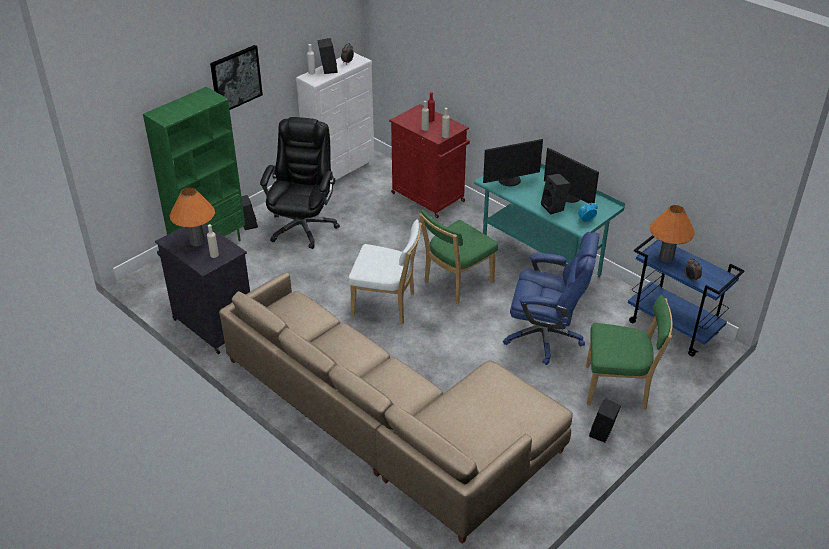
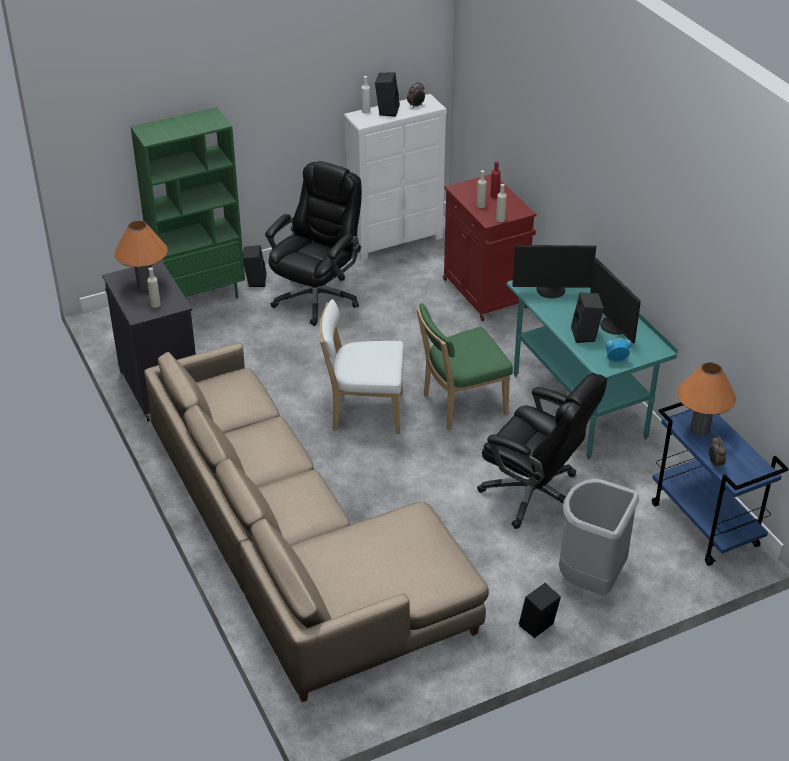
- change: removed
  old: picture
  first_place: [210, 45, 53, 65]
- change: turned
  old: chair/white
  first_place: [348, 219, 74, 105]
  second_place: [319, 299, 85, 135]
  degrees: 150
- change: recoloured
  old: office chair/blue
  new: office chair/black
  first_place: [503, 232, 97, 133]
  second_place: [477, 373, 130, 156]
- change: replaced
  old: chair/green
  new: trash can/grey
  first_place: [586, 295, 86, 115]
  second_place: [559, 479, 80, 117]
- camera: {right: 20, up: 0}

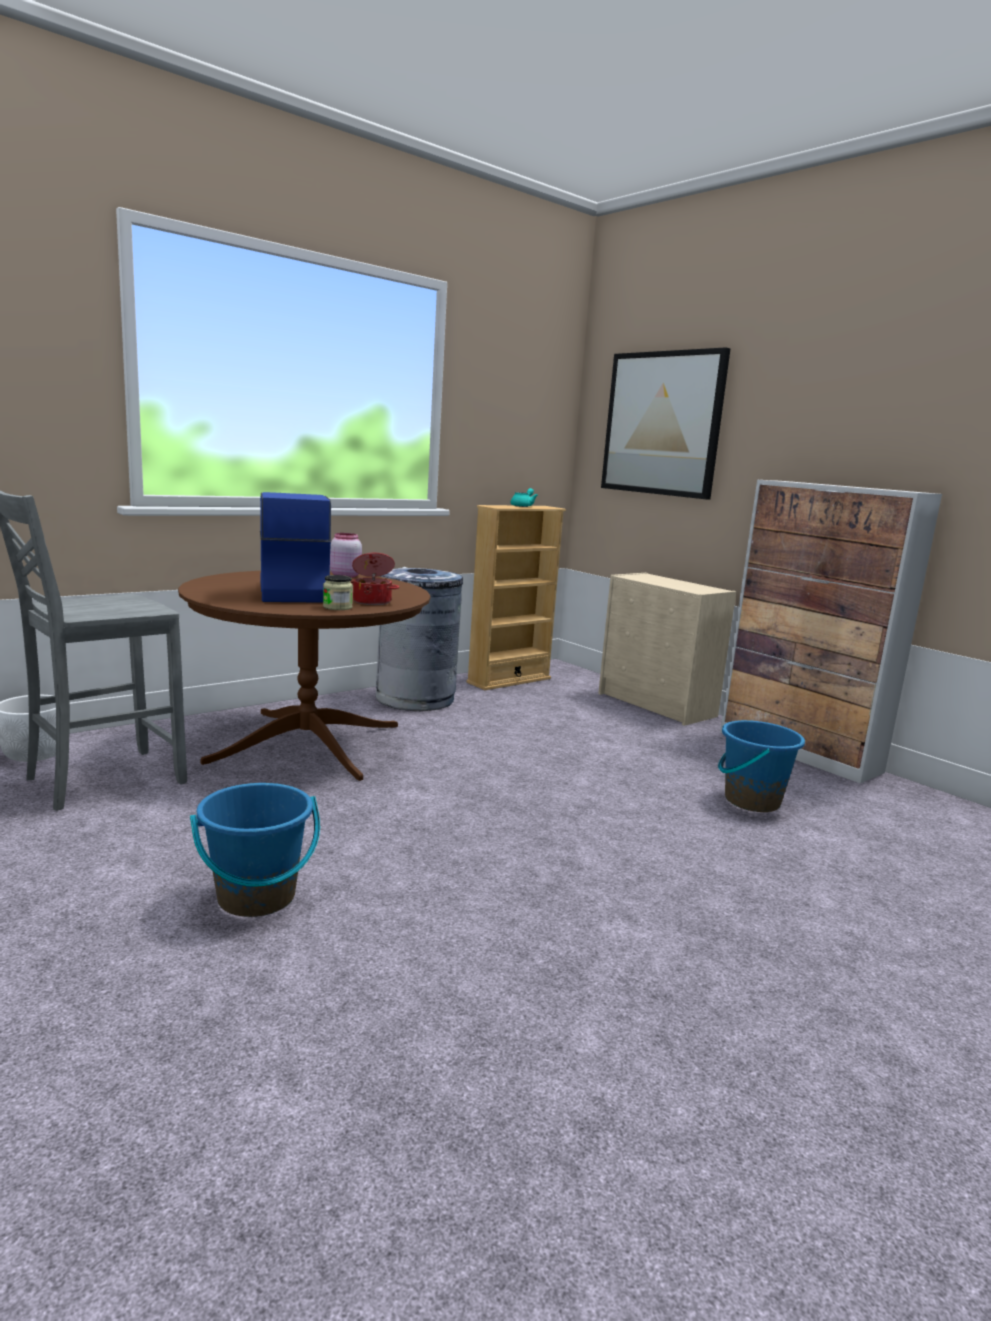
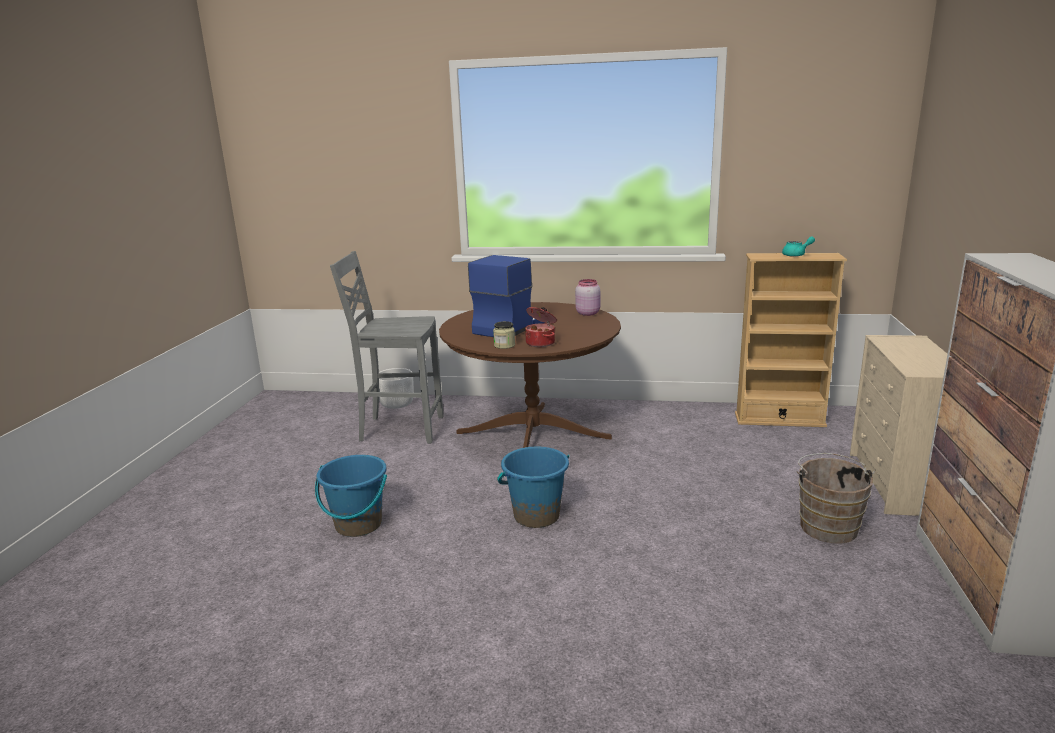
- change: removed
  old: picture
  first_place: [601, 347, 129, 152]
- change: removed
  old: trash can/grey
  first_place: [376, 567, 87, 144]
- change: moved
  old: bucket/blue
  first_place: [718, 720, 87, 92]
  second_place: [497, 447, 72, 81]
- change: added
  new: bucket/brown
  second_place: [796, 453, 79, 90]
- camera: {right: 50, up: 5}

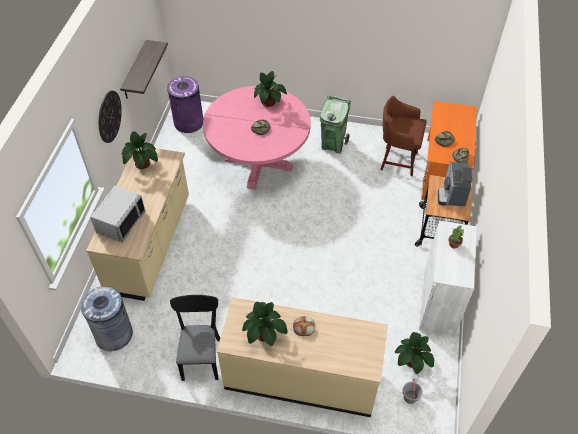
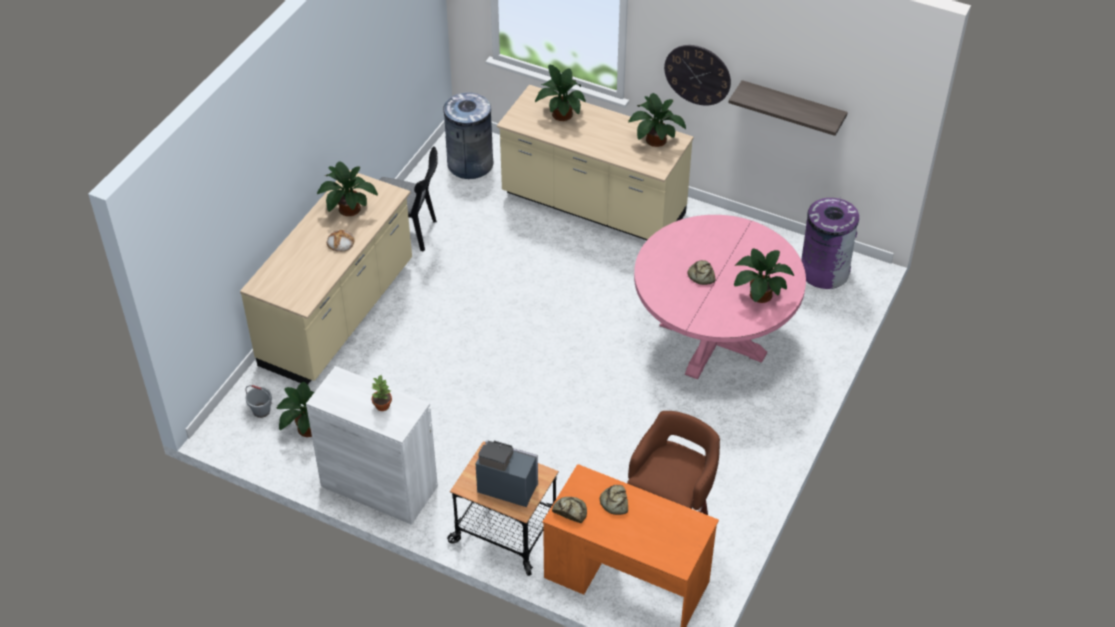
- change: removed
  old: trash can/green
  first_place: [320, 95, 31, 59]
- change: replaced
  old: microwave/grey
  new: potted plant
  first_place: [90, 186, 55, 57]
  second_place: [535, 65, 51, 56]
- camera: {right: 105, up: -5}

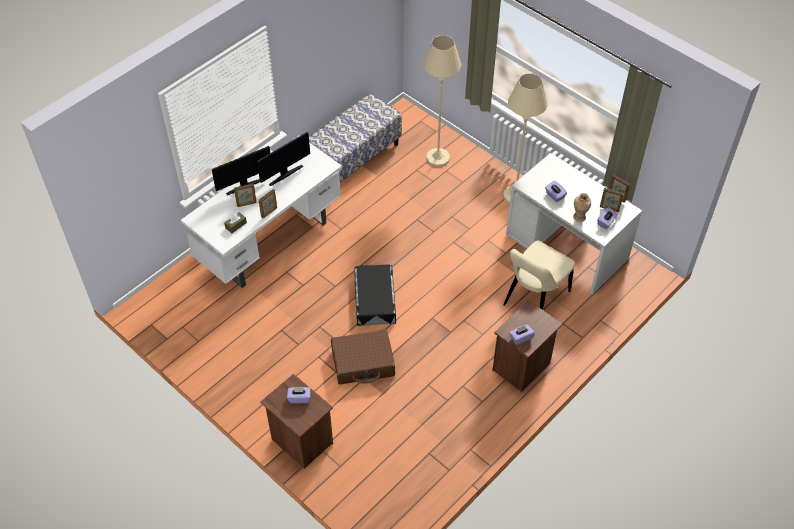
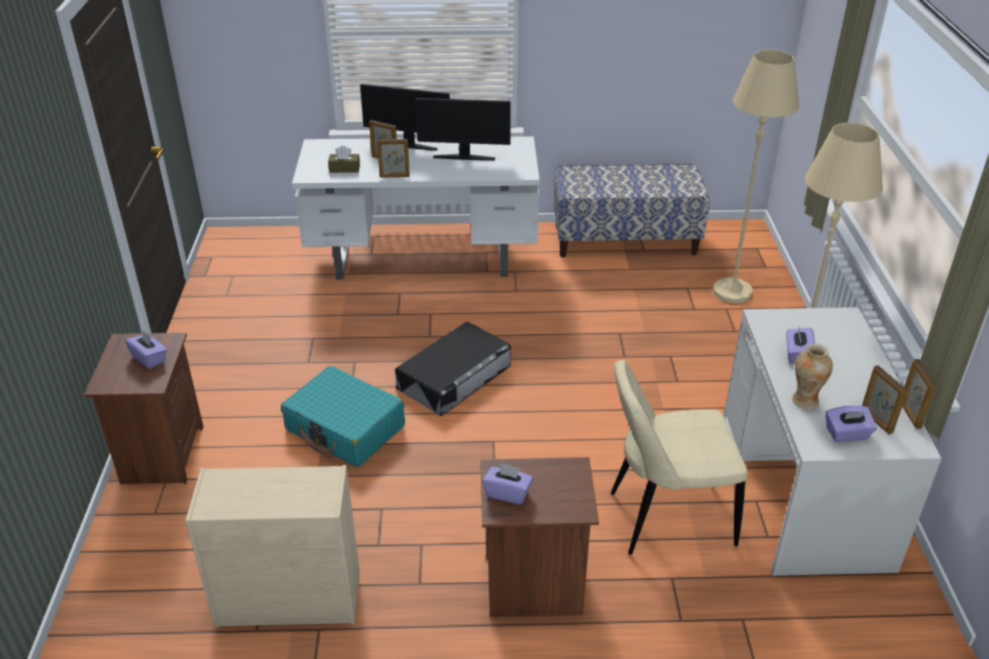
- change: recoloured
  old: suitcase/brown
  new: suitcase/turquoise
  first_place: [331, 330, 64, 54]
  second_place: [281, 366, 124, 101]
- change: added
  new: dresser/beige
  second_place: [185, 465, 175, 163]
- camera: {right: 45, up: -15}

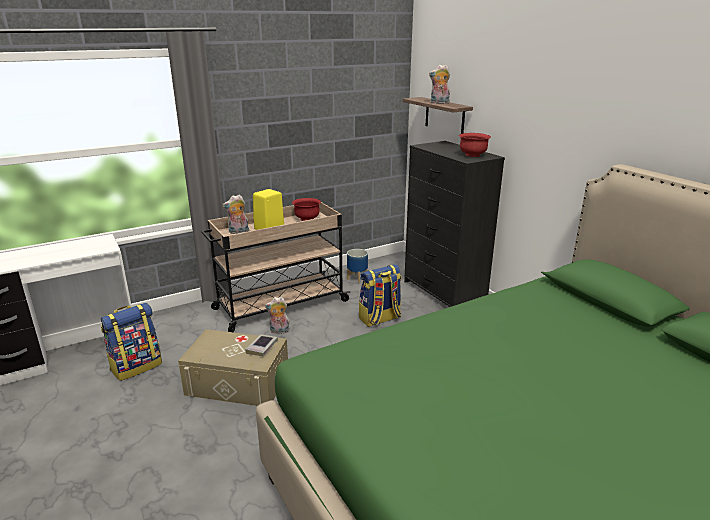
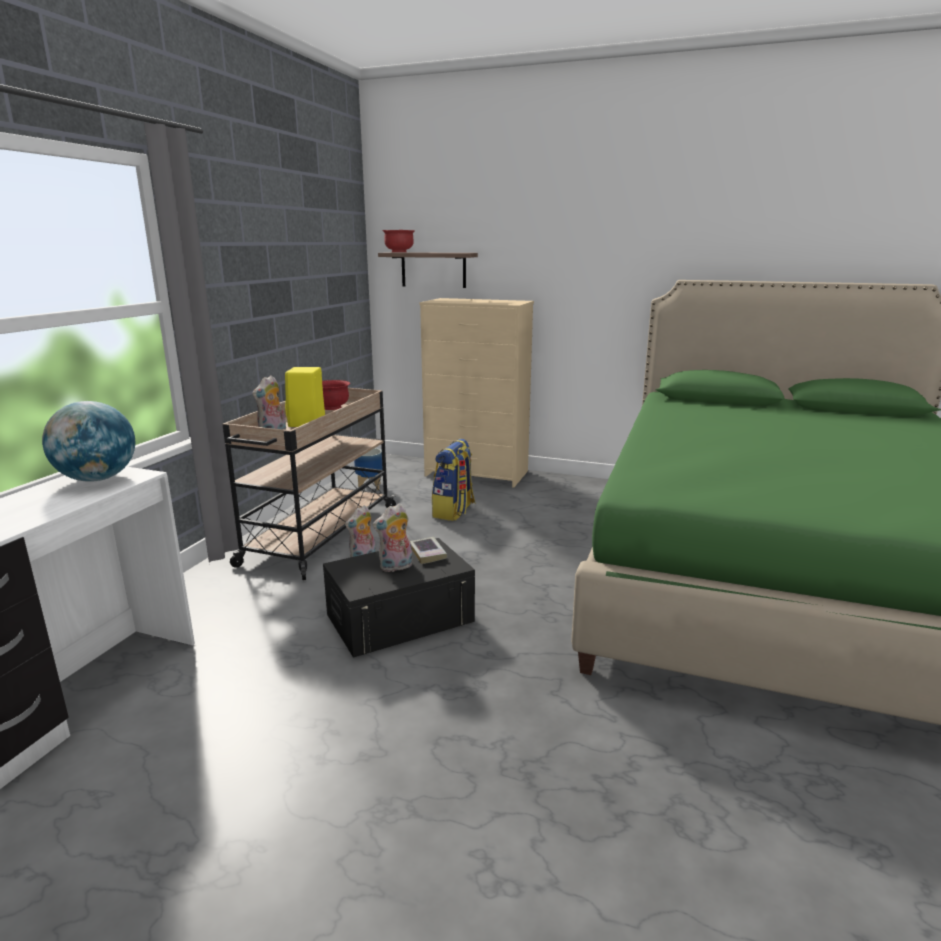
- change: moved
  old: plush toy
  first_place: [429, 64, 21, 40]
  second_place: [373, 504, 39, 68]
- change: moved
  old: bowl/red
  first_place: [459, 133, 32, 24]
  second_place: [382, 230, 33, 22]
- change: recoloured
  old: dresser/black
  new: dresser/beige
  first_place: [404, 141, 101, 166]
  second_place: [419, 298, 115, 190]
- change: removed
  old: backpack
  first_place: [101, 303, 61, 78]
- change: recoloured
  old: storage box/beige
  new: storage box/black
  first_place: [178, 329, 110, 77]
  second_place: [323, 538, 152, 120]
- change: added
  new: globe
  second_place: [42, 401, 93, 81]
- camera: {right: -40, up: -5}

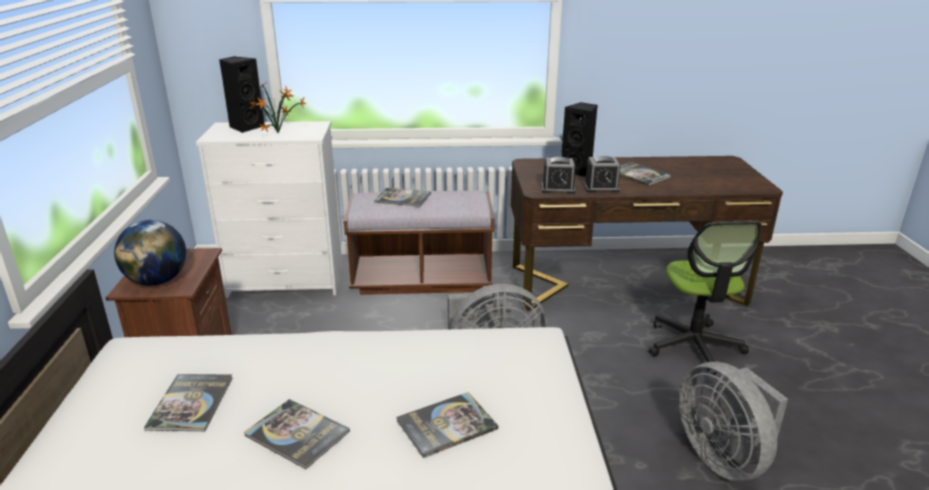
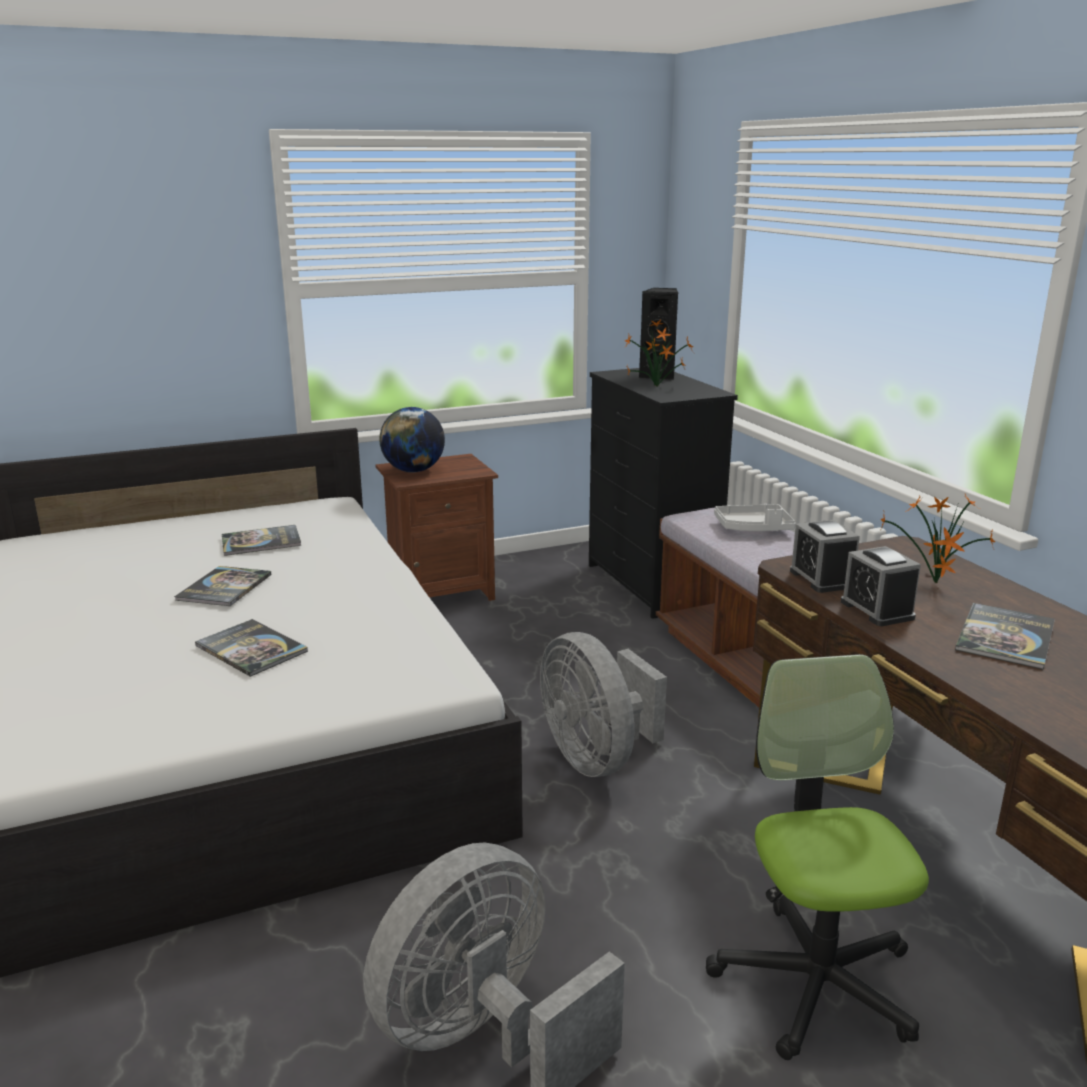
- change: replaced
  old: speaker/black
  new: potted plant
  first_place: [561, 102, 37, 75]
  second_place: [880, 494, 115, 89]
- change: recoloured
  old: dresser/white
  new: dresser/black
  first_place: [196, 121, 147, 177]
  second_place: [589, 368, 149, 251]
- change: replaced
  old: book
  new: tray/grey
  first_place: [374, 188, 57, 19]
  second_place: [714, 504, 82, 27]
- change: turned
  old: office chair
  first_place: [649, 222, 113, 153]
  second_place: [706, 654, 223, 406]
  degrees: 105
- camera: {right: 70, up: -5}

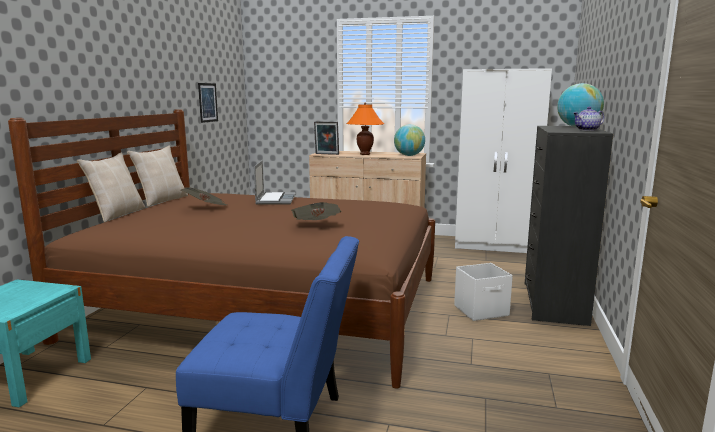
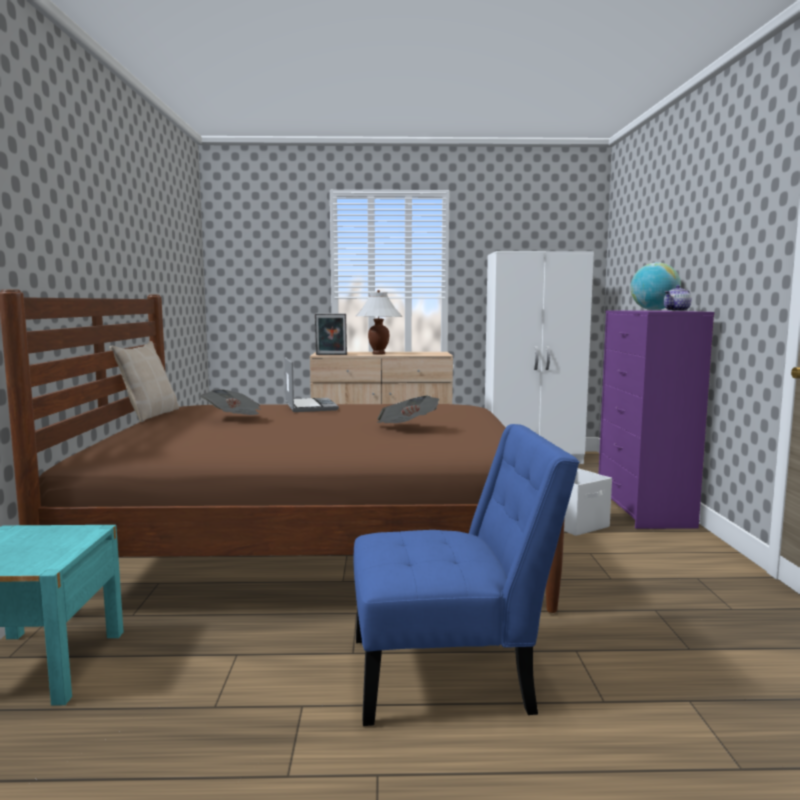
- change: removed
  old: picture
  first_place: [198, 83, 20, 40]
- change: recoloured
  old: table lamp/orange
  new: table lamp/white
  first_place: [347, 103, 37, 52]
  second_place: [356, 290, 46, 65]
- change: removed
  old: globe
  first_place: [394, 124, 31, 32]
- change: recoloured
  old: dresser/black
  new: dresser/purple
  first_place: [525, 126, 88, 200]
  second_place: [599, 310, 115, 219]
- change: removed
  old: pillow/beige
  first_place: [77, 152, 68, 70]
- camera: {right: -15, up: -5}

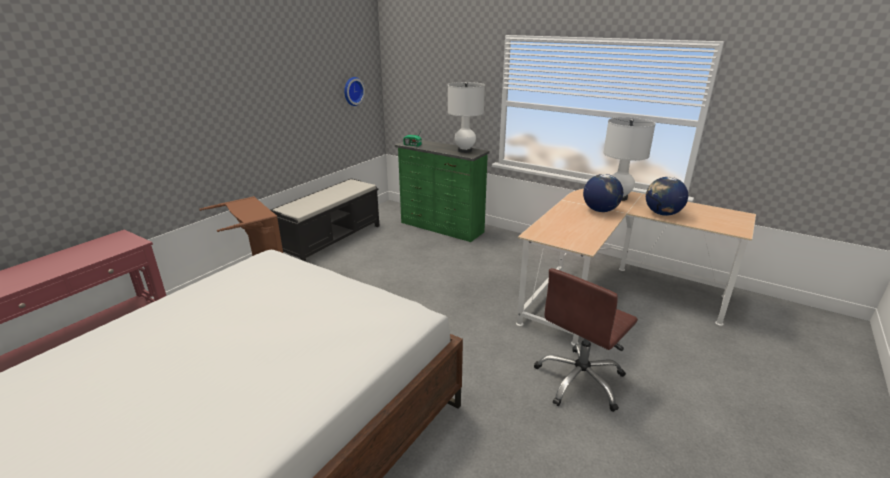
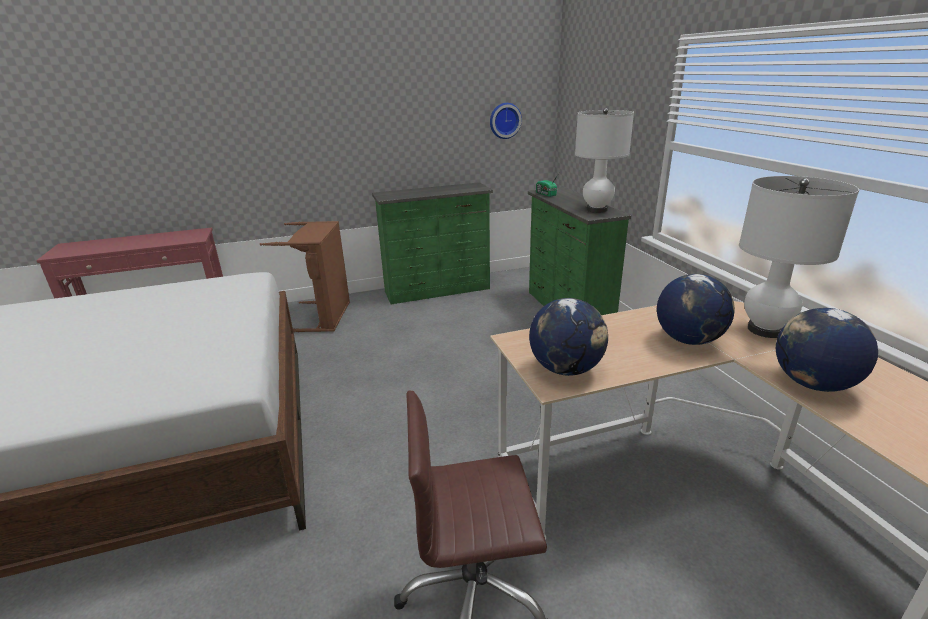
- change: replaced
  old: bench/black
  new: dresser/green
  first_place: [270, 178, 110, 84]
  second_place: [372, 182, 121, 122]
- change: added
  new: globe
  second_place: [529, 298, 79, 78]
- camera: {right: 40, up: 0}

